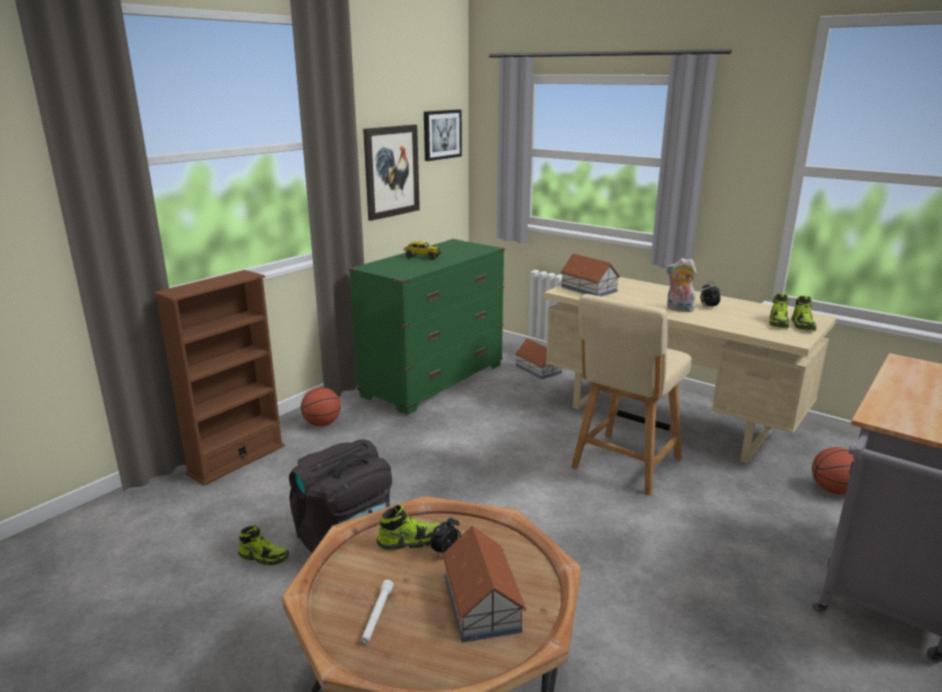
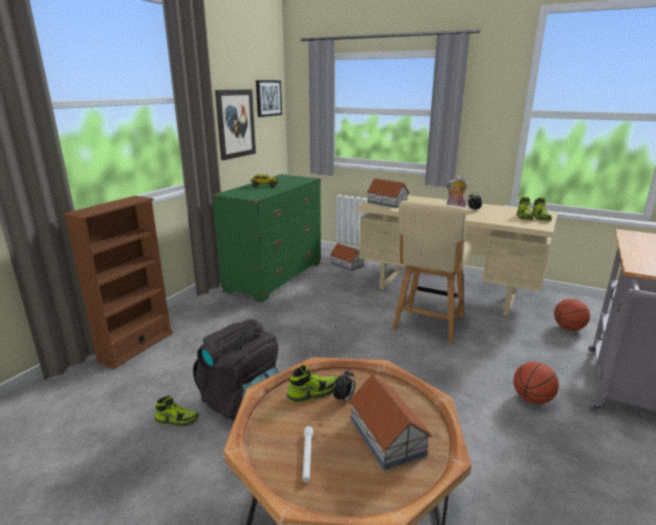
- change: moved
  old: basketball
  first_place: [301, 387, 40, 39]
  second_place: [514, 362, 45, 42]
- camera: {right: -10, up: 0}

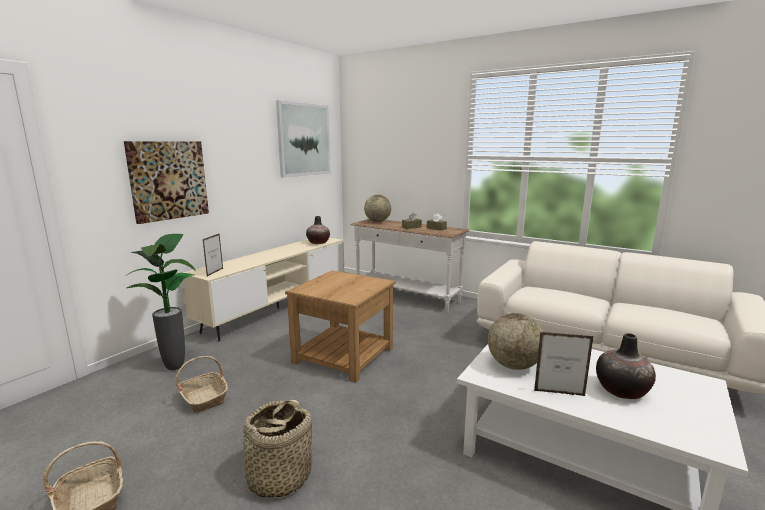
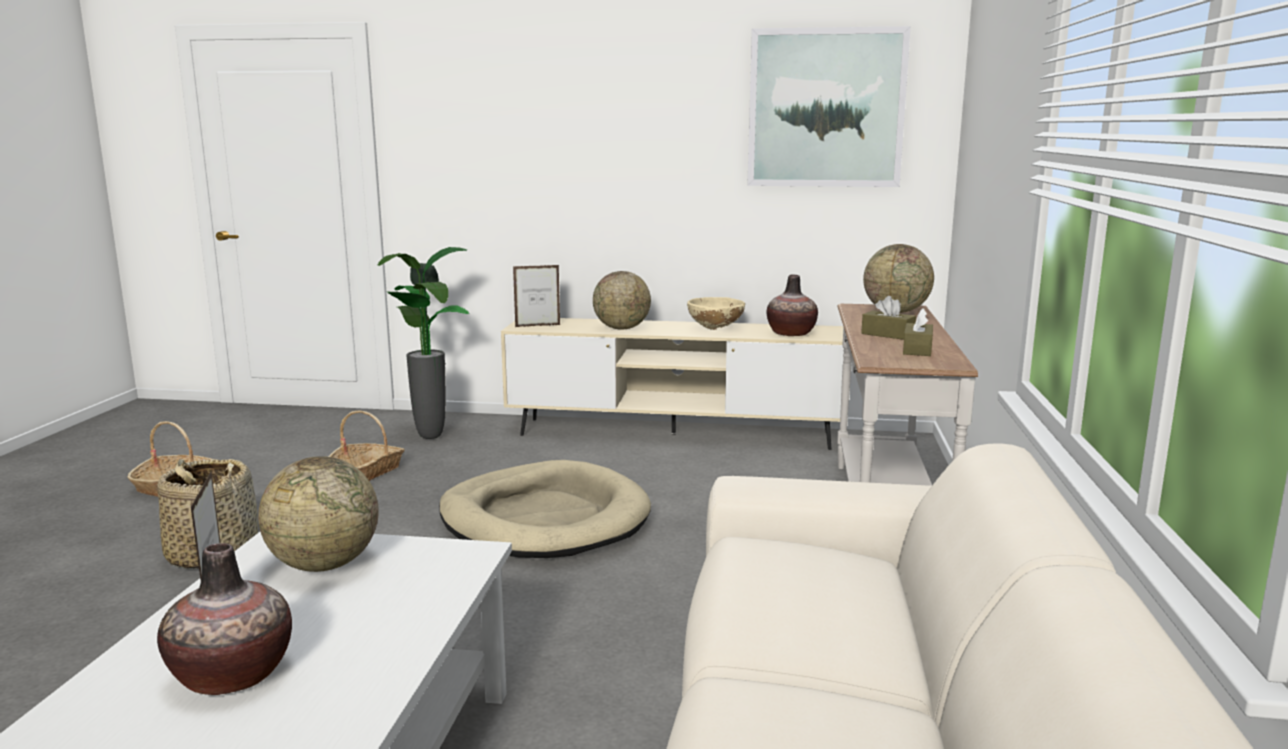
- change: removed
  old: picture
  first_place: [124, 141, 85, 83]
- change: replaced
  old: side table/brown
  new: dog bed/beige
  first_place: [285, 270, 111, 113]
  second_place: [439, 460, 212, 98]
- change: added
  new: globe
  second_place: [593, 271, 58, 59]
- change: added
  new: bowl/beige
  second_place: [687, 297, 58, 33]
- camera: {right: 65, up: 0}

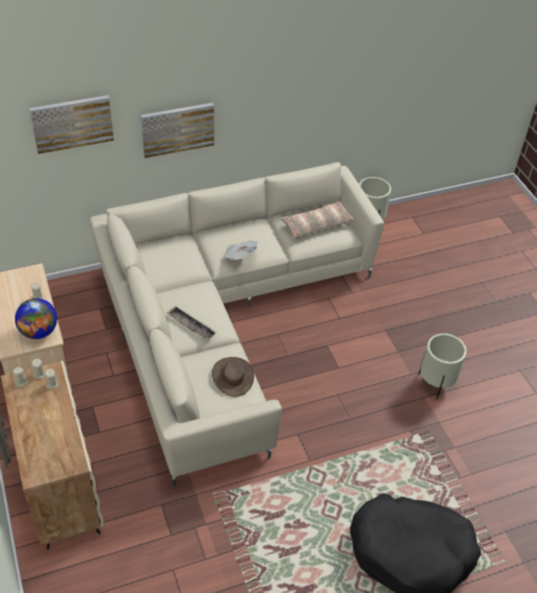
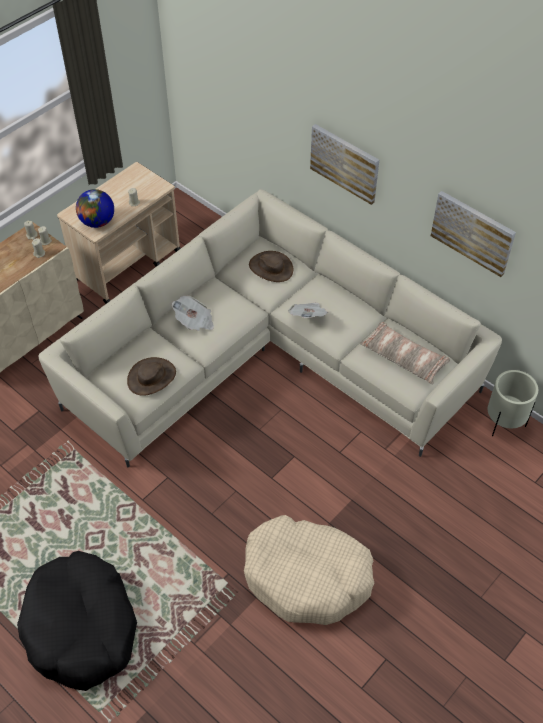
- change: moved
  old: picture
  first_place: [29, 95, 85, 59]
  second_place: [431, 191, 85, 86]
- change: replaced
  old: tray
  new: newspaper
  first_place: [167, 306, 50, 33]
  second_place: [172, 295, 42, 36]
- change: replaced
  old: planter/beige
  new: dog bed/beige
  first_place: [418, 333, 49, 67]
  second_place: [244, 515, 130, 110]
- change: added
  new: hat/brown
  second_place: [249, 251, 44, 31]
- camera: {right: 65, up: 5}

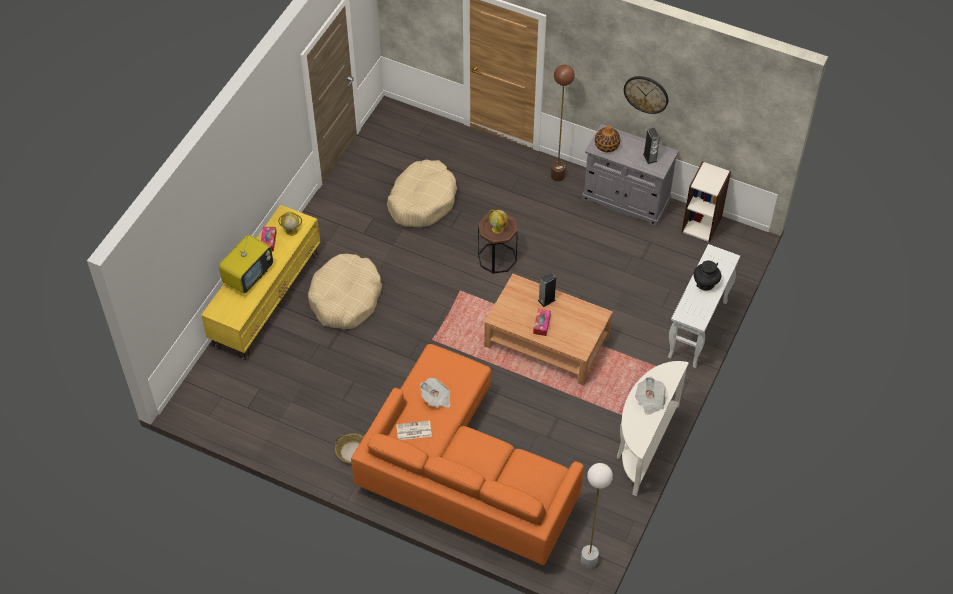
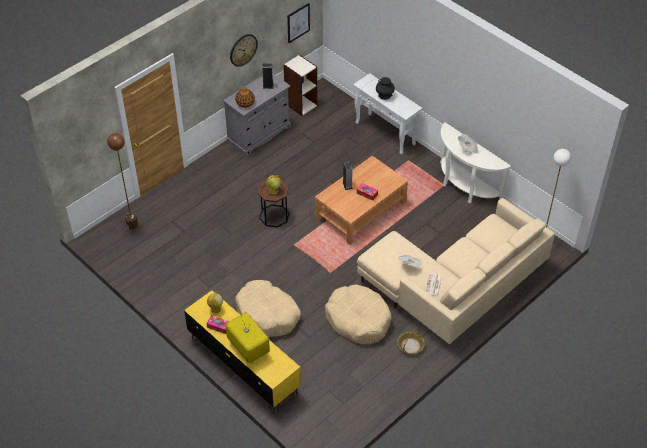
- change: moved
  old: floor lamp/brown
  first_place: [551, 64, 24, 117]
  second_place: [107, 133, 31, 96]
- change: moved
  old: dog bed/beige
  first_place: [387, 159, 70, 68]
  second_place: [325, 284, 66, 60]
- change: recoloured
  old: sofa/orange
  new: sofa/beige
  first_place: [351, 344, 233, 221]
  second_place: [357, 198, 198, 146]
- change: added
  new: picture
  second_place: [287, 3, 23, 40]
- camera: {right: -70, up: -5}

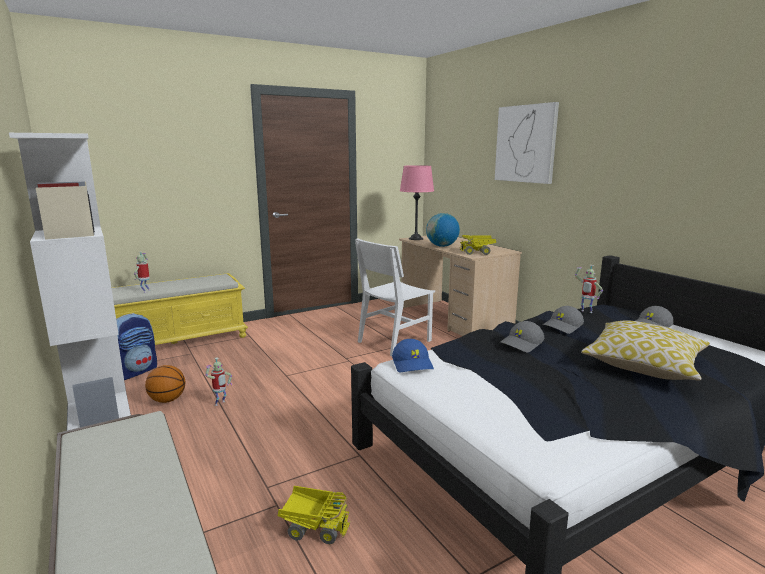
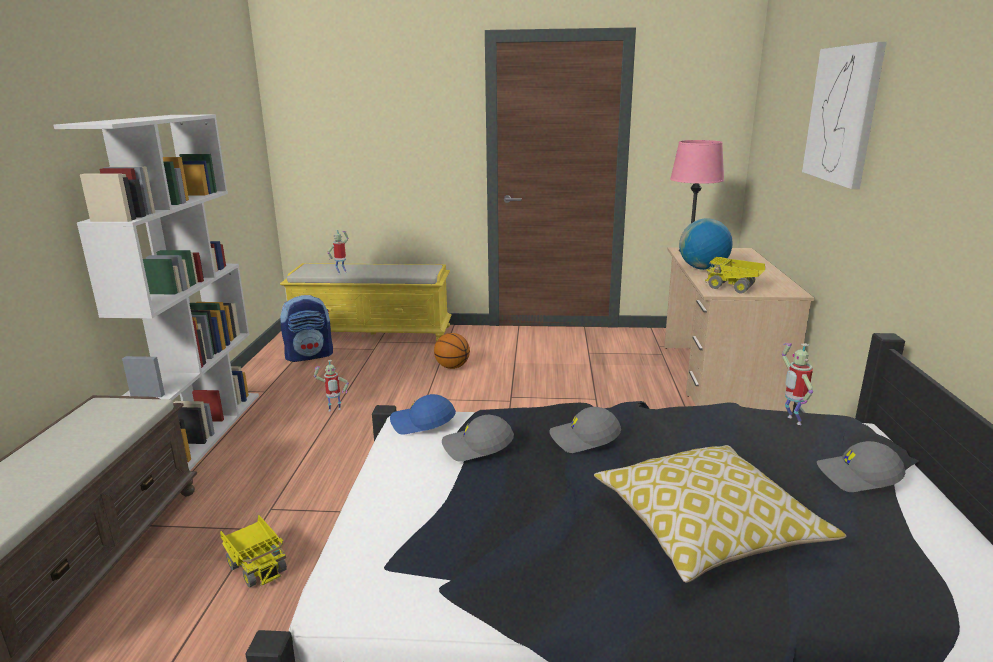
- change: removed
  old: chair/white
  first_place: [355, 238, 80, 118]
- change: moved
  old: cap/grey
  first_place: [543, 306, 41, 28]
  second_place: [442, 415, 72, 47]
- change: turned
  old: cap/blue
  first_place: [392, 339, 42, 33]
  second_place: [390, 394, 66, 41]
  degrees: 75
- change: moved
  old: basketball
  first_place: [145, 365, 40, 38]
  second_place: [434, 333, 36, 36]
- camera: {right: 35, up: 5}

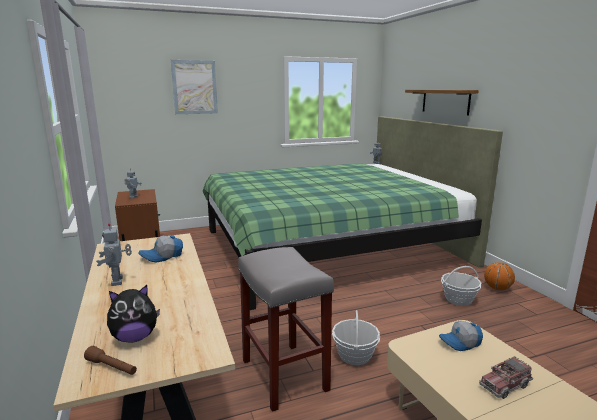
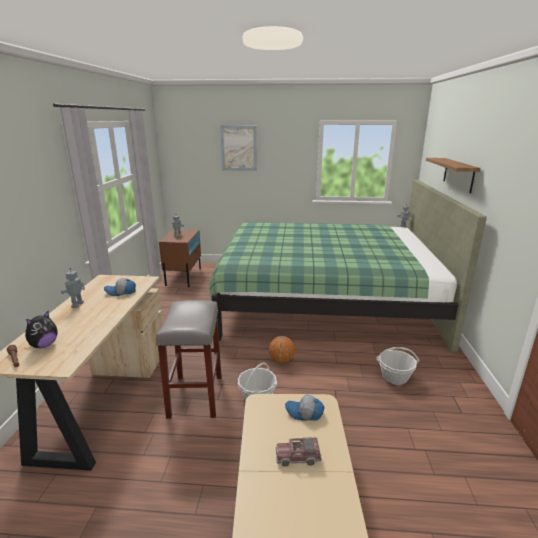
- change: moved
  old: basketball
  first_place: [484, 262, 31, 28]
  second_place: [269, 336, 26, 27]
- change: turned
  old: plush toy
  first_place: [107, 285, 53, 58]
  second_place: [25, 311, 33, 37]
  degrees: -60
- camera: {right: 25, up: 5}

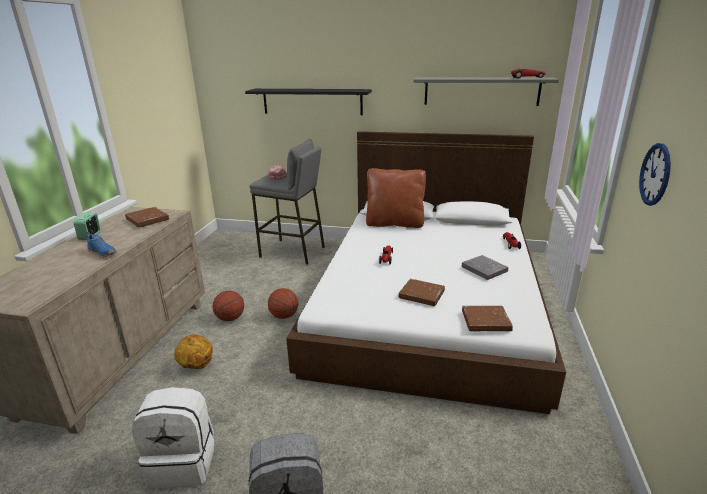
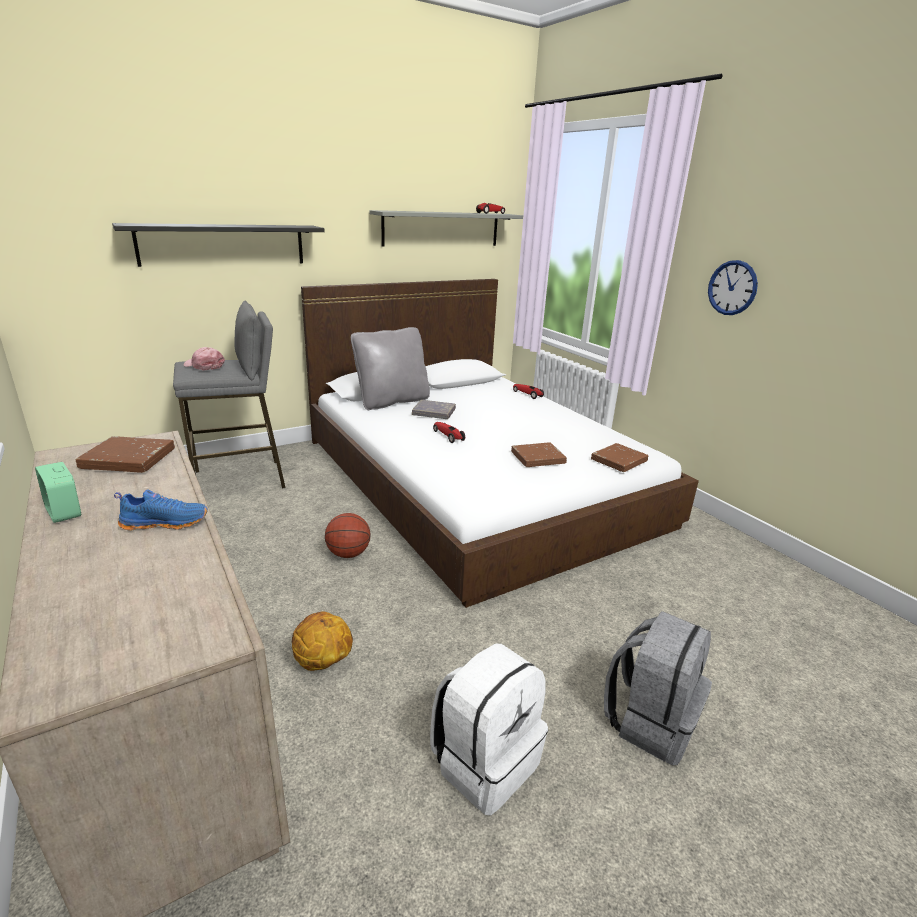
- change: recoloured
  old: pillow/brown
  new: pillow/grey
  first_place: [366, 168, 60, 60]
  second_place: [351, 327, 79, 83]
- change: moved
  old: book/grey
  first_place: [462, 255, 46, 25]
  second_place: [412, 400, 44, 19]
- change: removed
  old: basketball
  first_place: [213, 291, 31, 30]
- camera: {right: -45, up: 0}

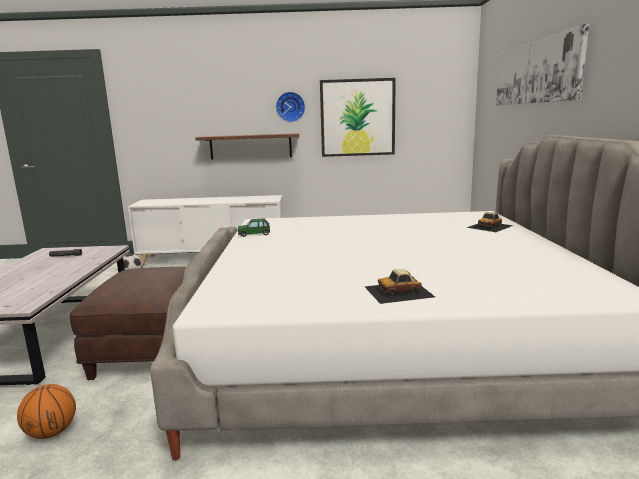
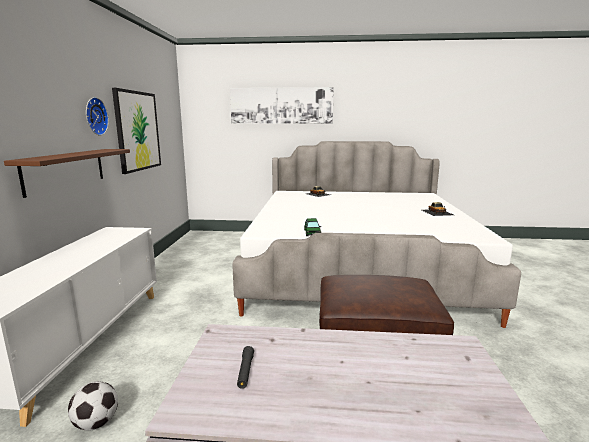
- change: removed
  old: basketball
  first_place: [17, 384, 59, 55]
- camera: {right: -85, up: 0}

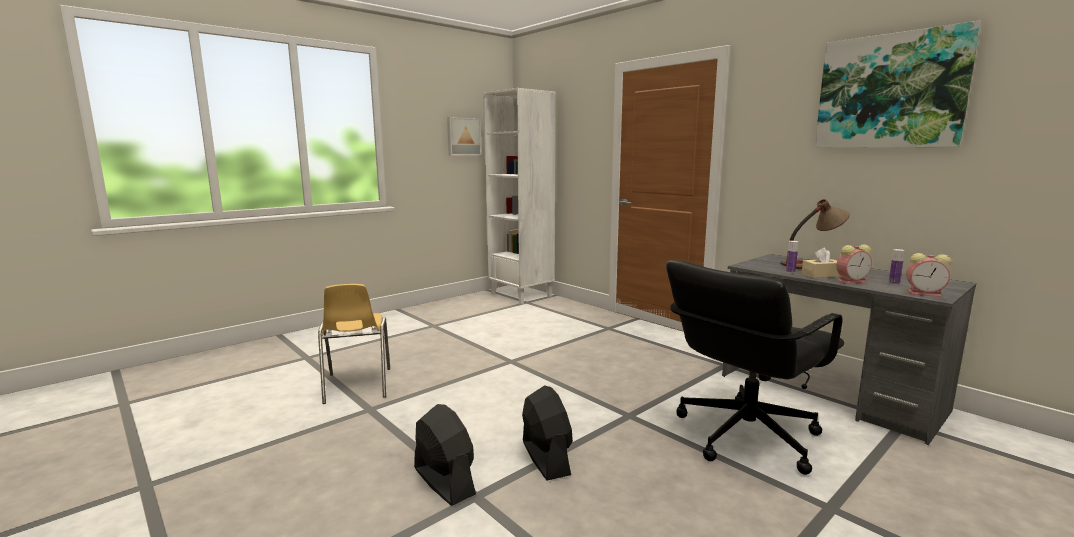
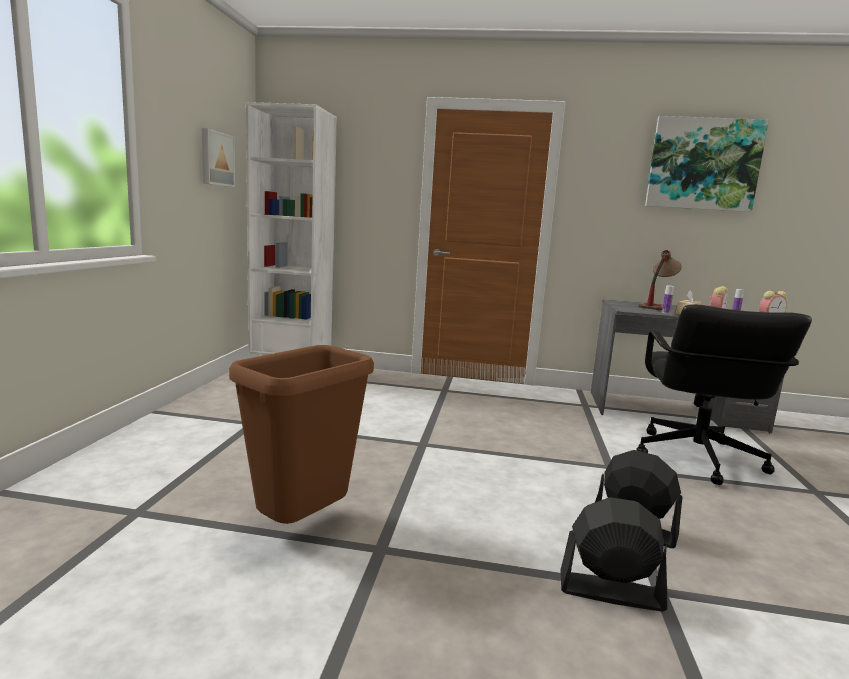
- change: replaced
  old: chair/yellow
  new: trash can/brown
  first_place: [318, 284, 72, 120]
  second_place: [229, 345, 145, 179]
- camera: {right: -40, up: 0}

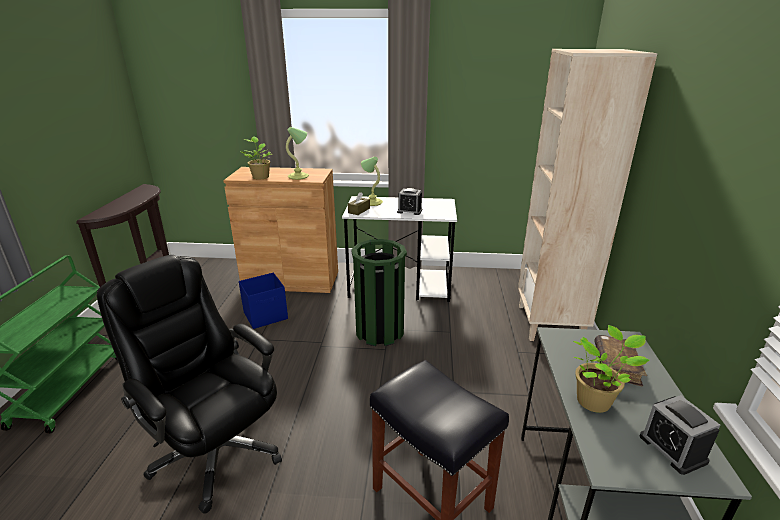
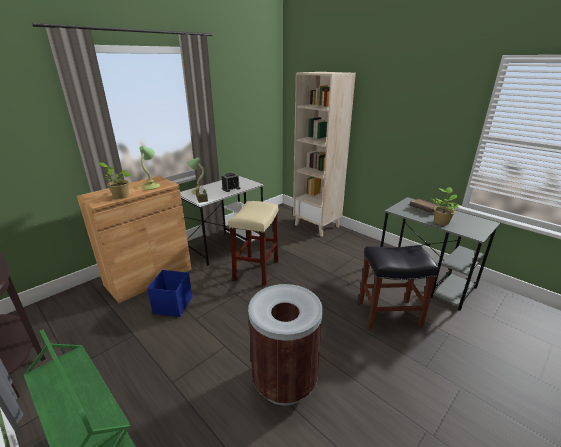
- change: replaced
  old: trash can/green
  new: stool/beige
  first_place: [351, 239, 56, 107]
  second_place: [228, 201, 51, 85]
- change: replaced
  old: office chair/black
  new: trash can/brown
  first_place: [97, 255, 185, 259]
  second_place: [248, 284, 75, 122]
- change: removed
  old: alarm clock
  first_place: [640, 395, 80, 80]
- camera: {right: -50, up: 0}

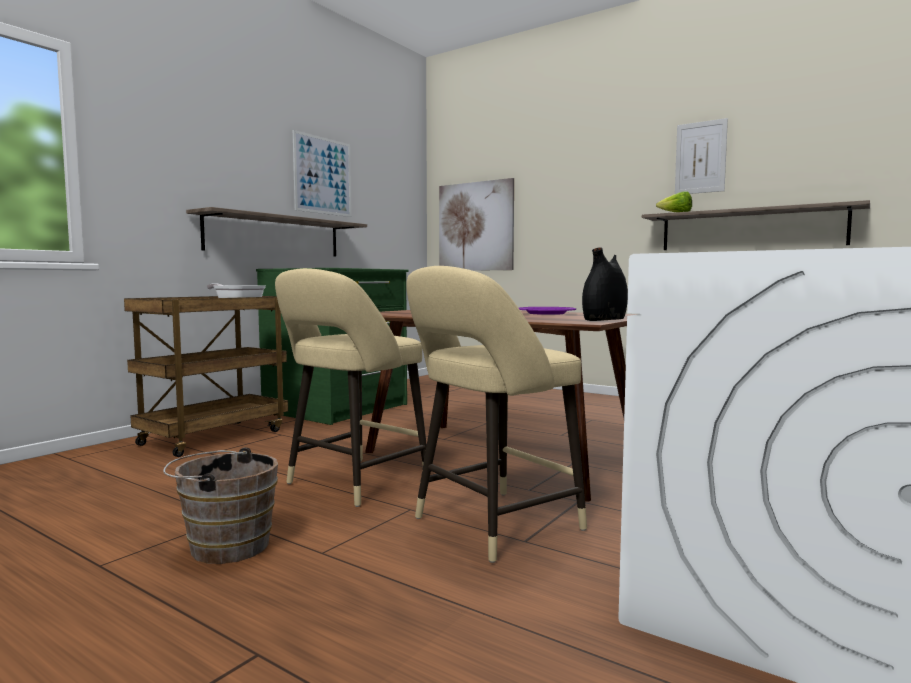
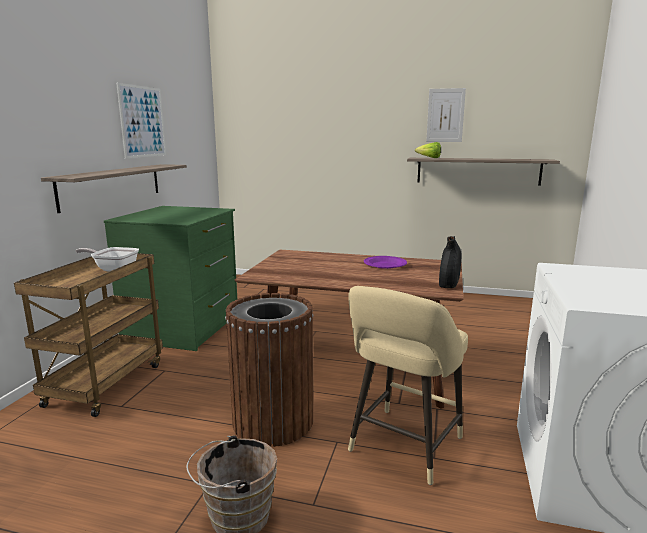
- change: removed
  old: picture
  first_place: [439, 178, 75, 93]
- change: replaced
  old: stool/beige
  new: trash can/brown
  first_place: [275, 268, 152, 239]
  second_place: [225, 293, 88, 154]
- camera: {right: -20, up: 10}

